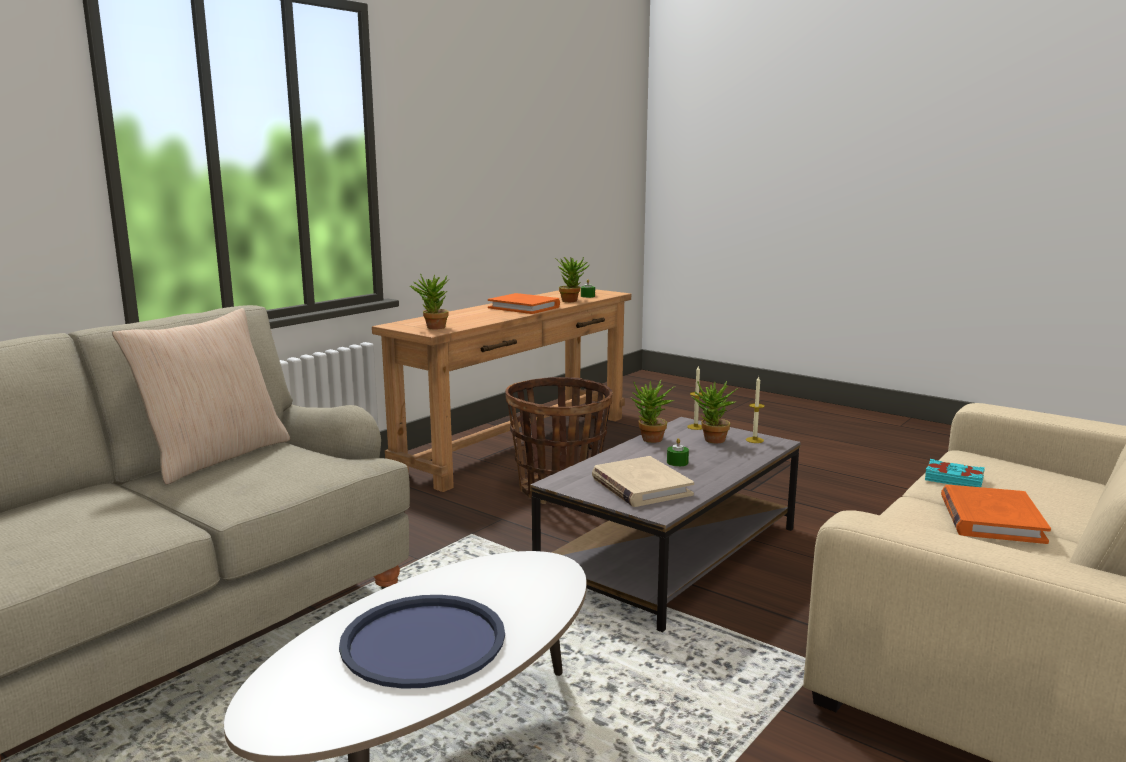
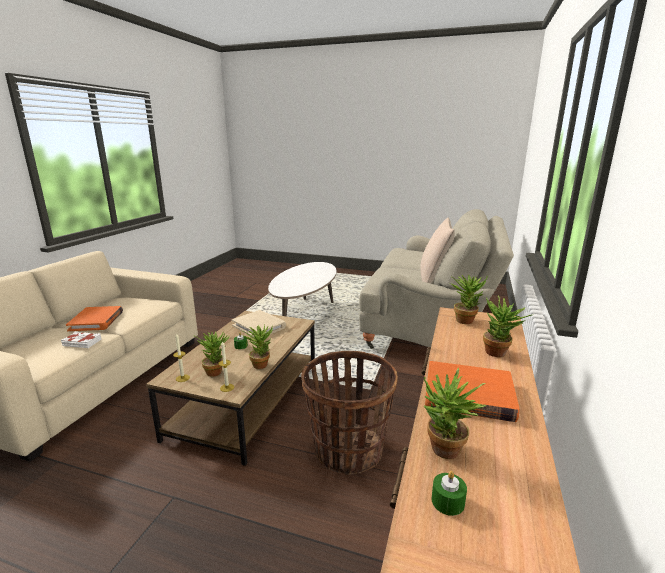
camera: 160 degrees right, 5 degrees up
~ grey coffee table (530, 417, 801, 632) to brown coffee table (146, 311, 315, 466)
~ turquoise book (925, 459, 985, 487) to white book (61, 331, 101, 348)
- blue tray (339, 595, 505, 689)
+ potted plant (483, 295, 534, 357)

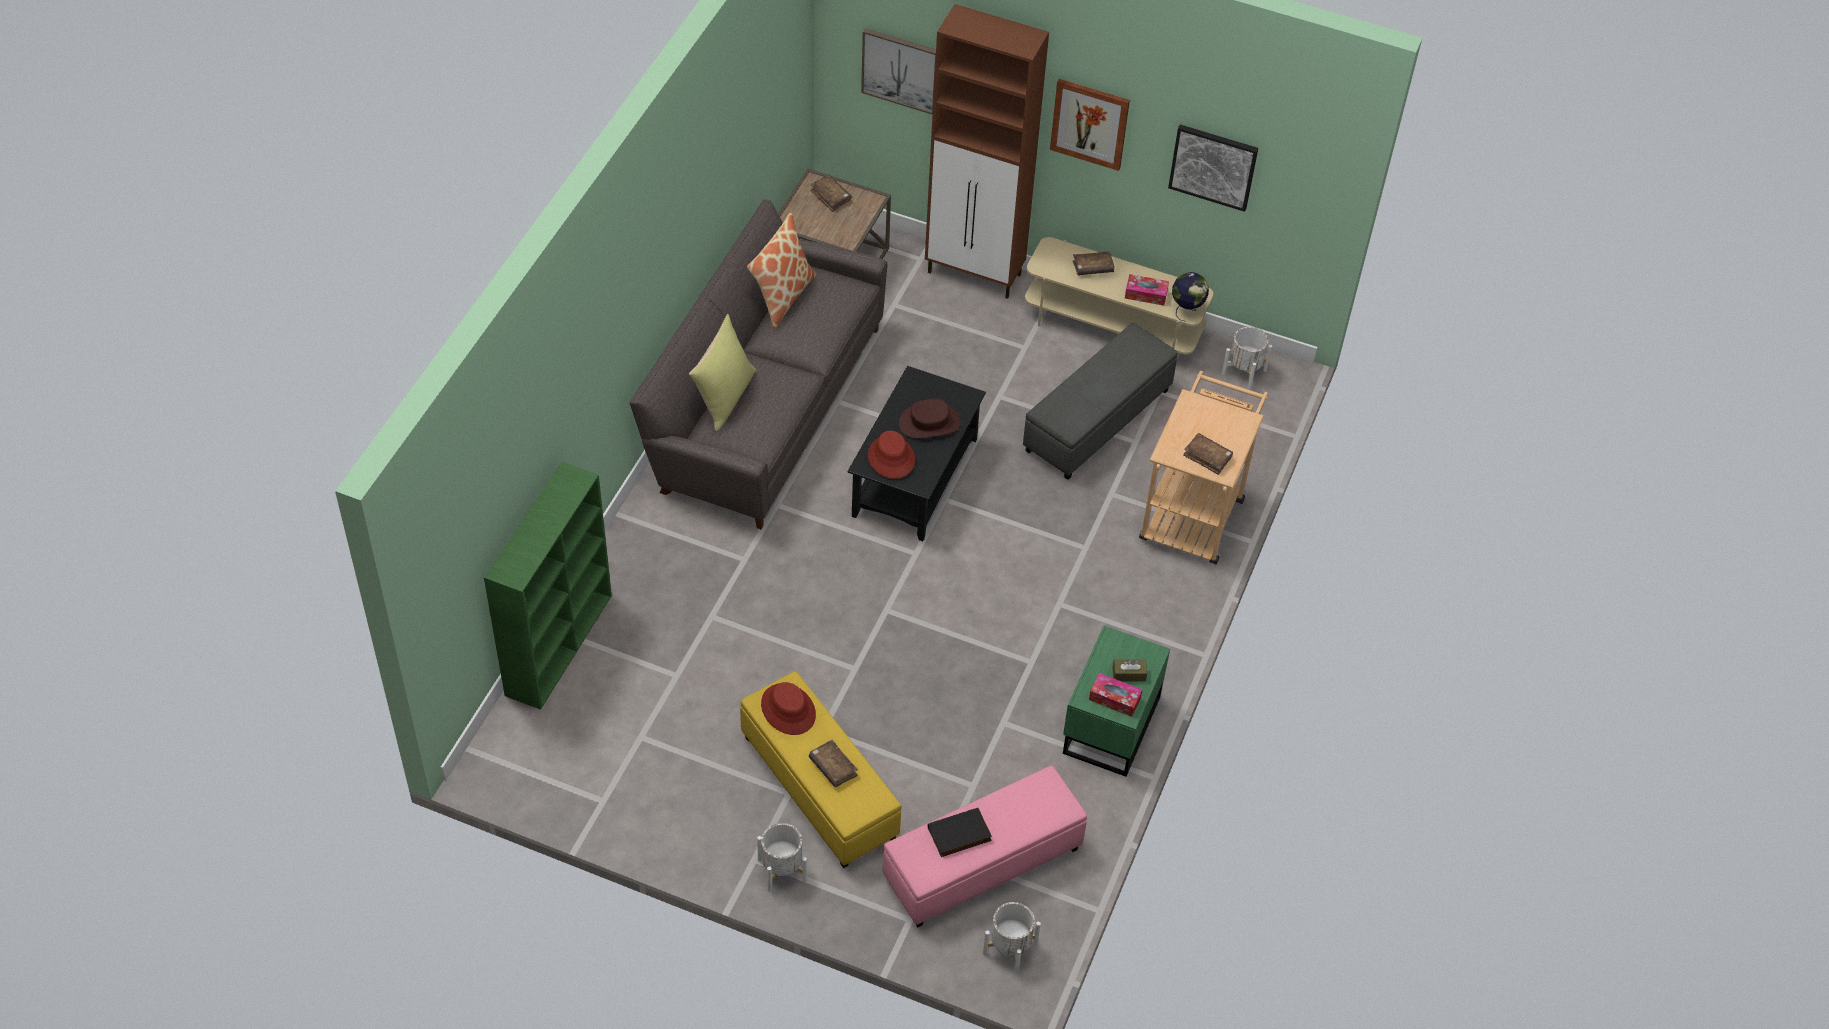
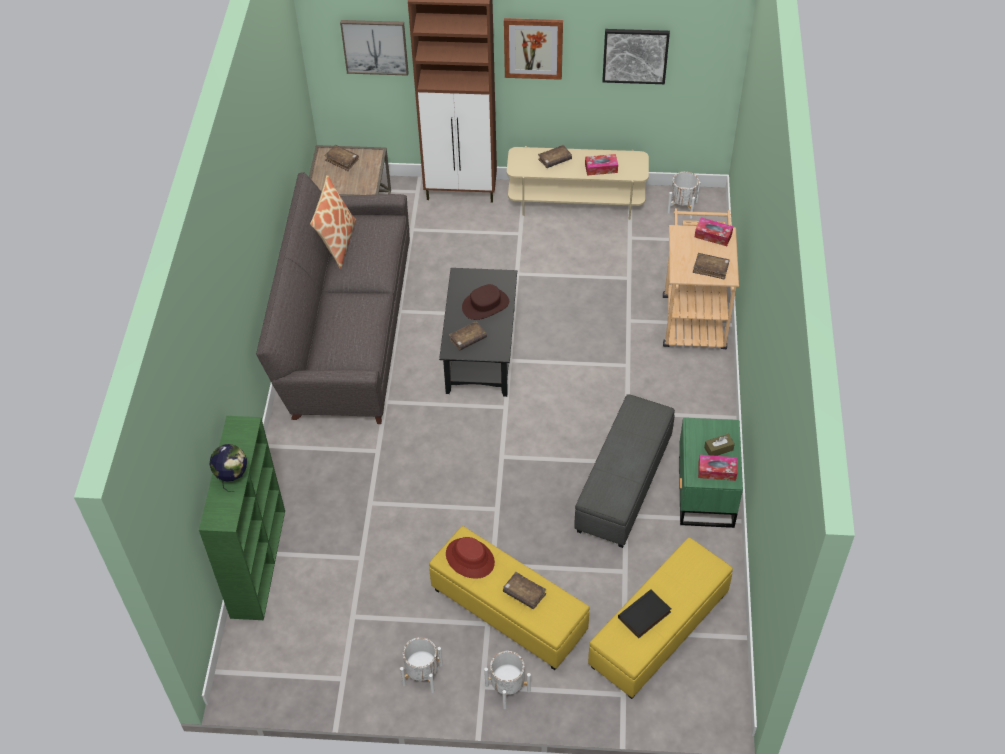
camera: 15 degrees left, 0 degrees up
~ globe (1172, 272, 1209, 322) to (209, 444, 247, 492)
- yellow pillow (689, 314, 756, 431)
~ grey ottoman (1023, 323, 1177, 480) to (574, 394, 675, 548)
~ red hat (868, 431, 915, 479) to brown book (449, 321, 487, 351)
~ pink ottoman (883, 765, 1087, 928) to yellow ottoman (588, 538, 733, 699)
~ white planter (983, 902, 1041, 974) to (400, 637, 443, 693)
+ tissue box (695, 218, 733, 246)

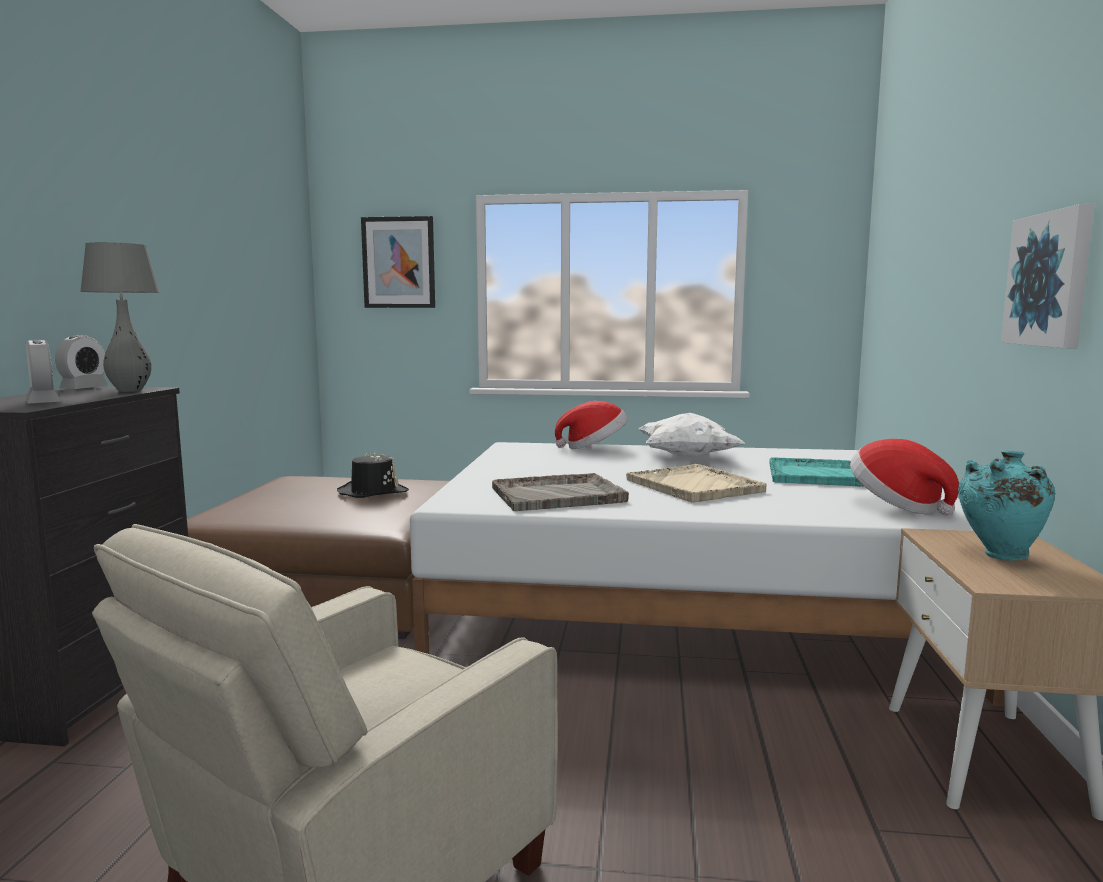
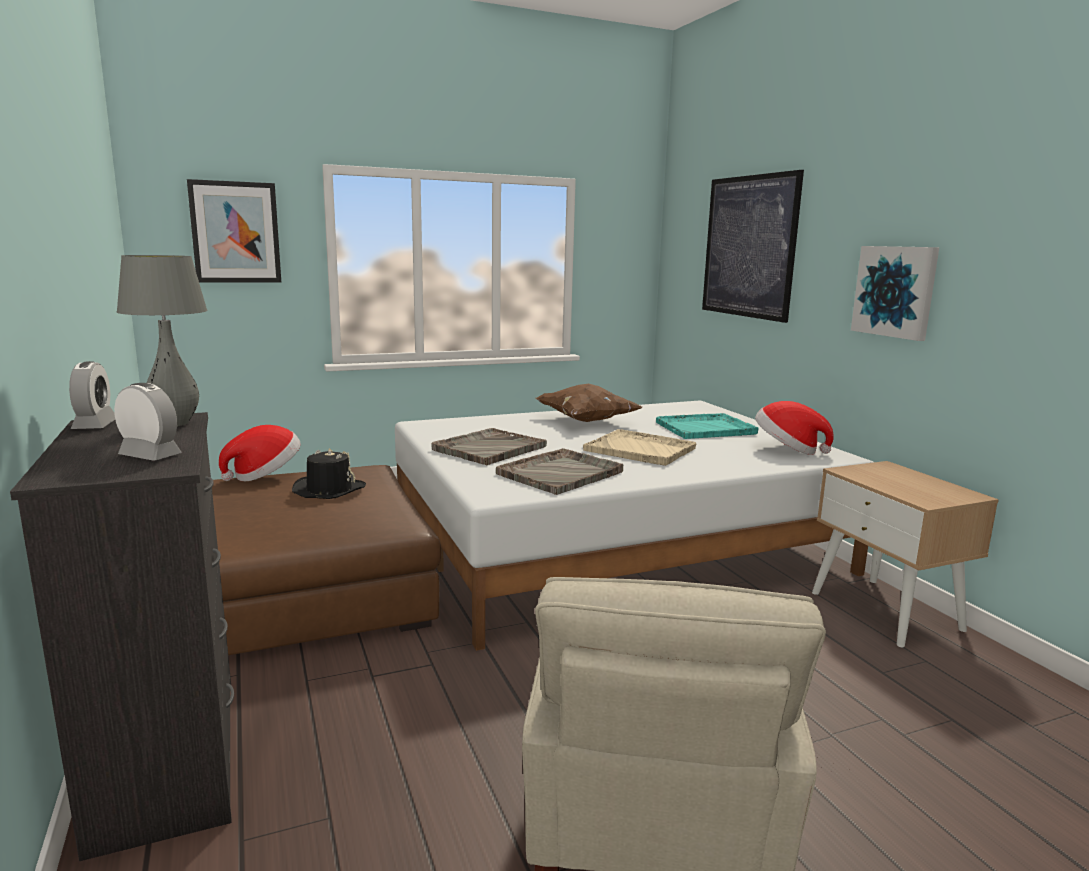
camera: 30 degrees left, 5 degrees up
~ hat (555, 401, 628, 449) to (219, 425, 301, 481)
~ white pillow (639, 413, 744, 458) to brown pillow (536, 384, 643, 422)
- turquoise vase (958, 450, 1056, 561)
+ picture (702, 170, 804, 323)
+ grey tray (431, 428, 547, 465)

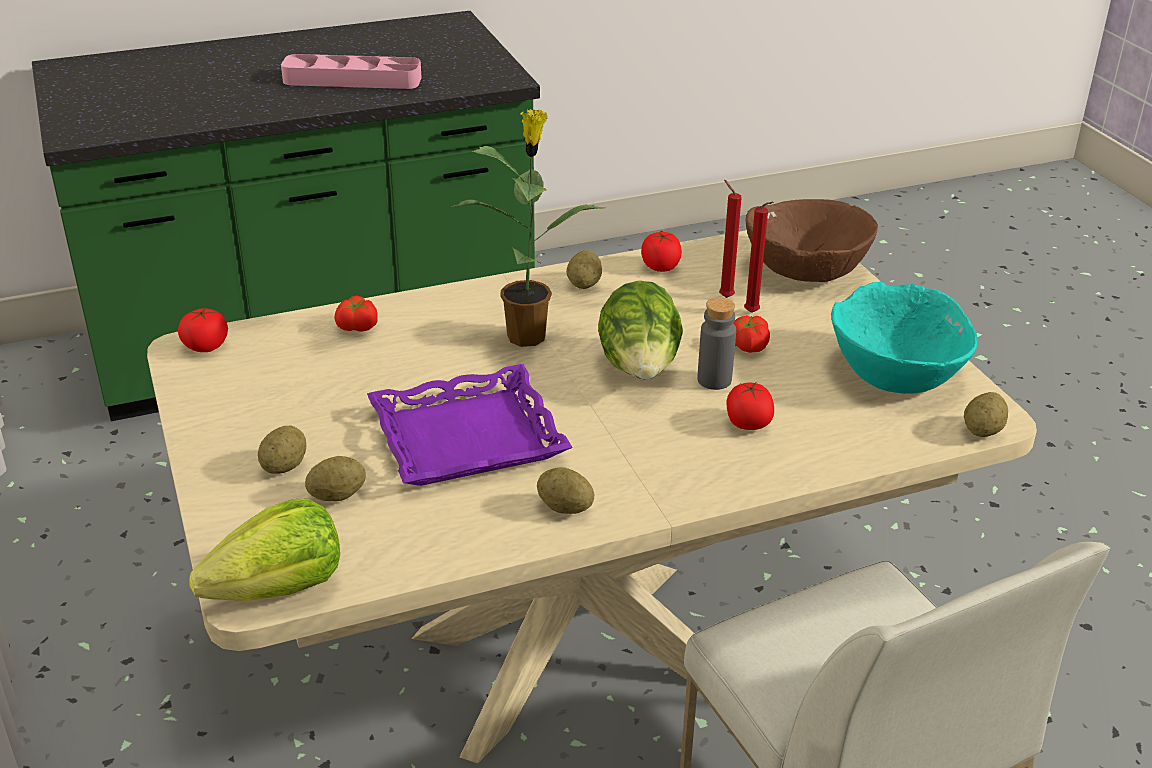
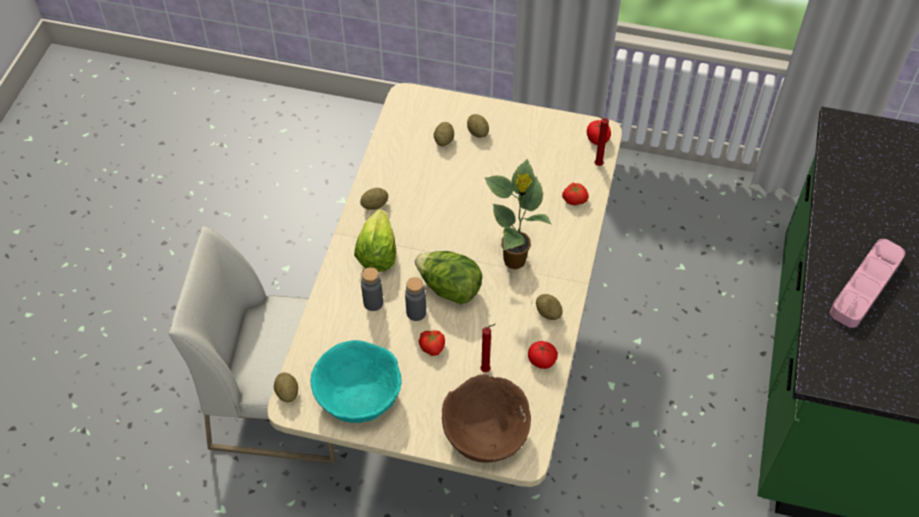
camera: 125 degrees right, 20 degrees up
~ red candle (744, 202, 774, 313) to (594, 116, 609, 166)
- purple tray (367, 364, 573, 486)
~ tomato (726, 382, 774, 430) to grey bottle (361, 267, 383, 311)
~ lettuce (189, 499, 340, 601) to (354, 209, 397, 272)

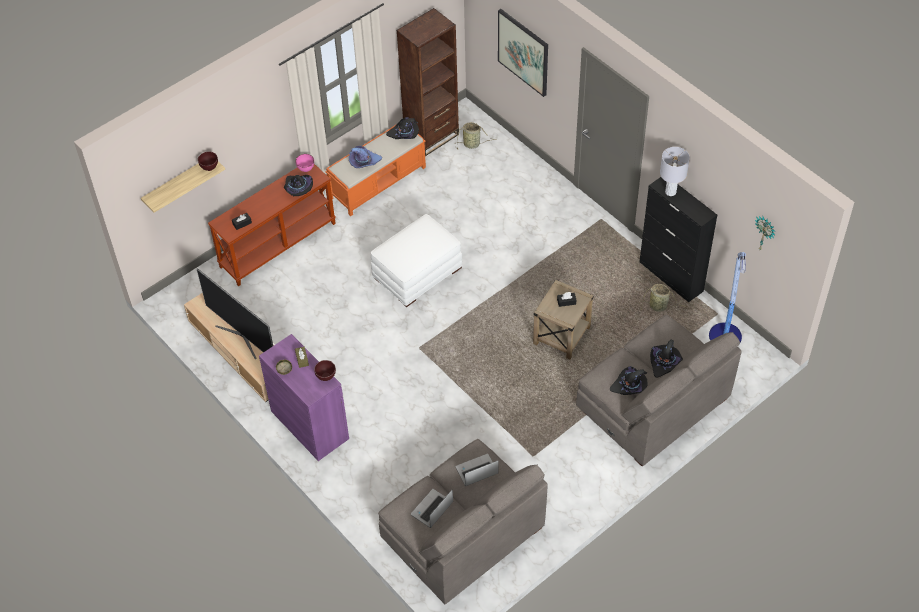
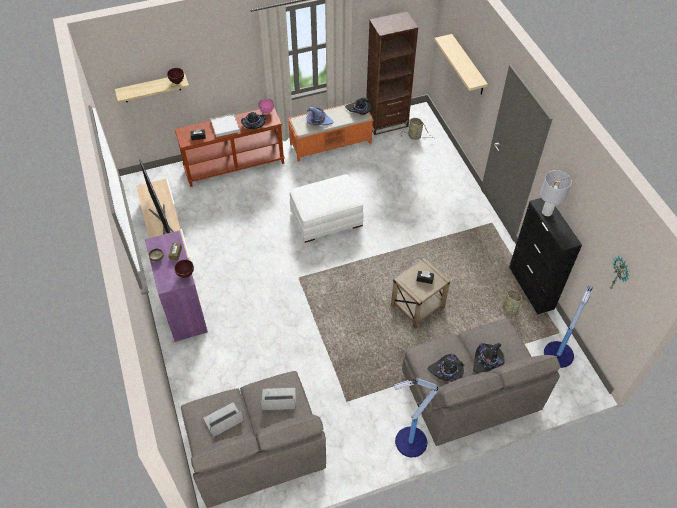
camera: 20 degrees right, 0 degrees up
~ picture (498, 9, 548, 97) to beige shelf (434, 34, 488, 95)
+ white tray (211, 113, 240, 137)
+ floor lamp (394, 378, 438, 457)

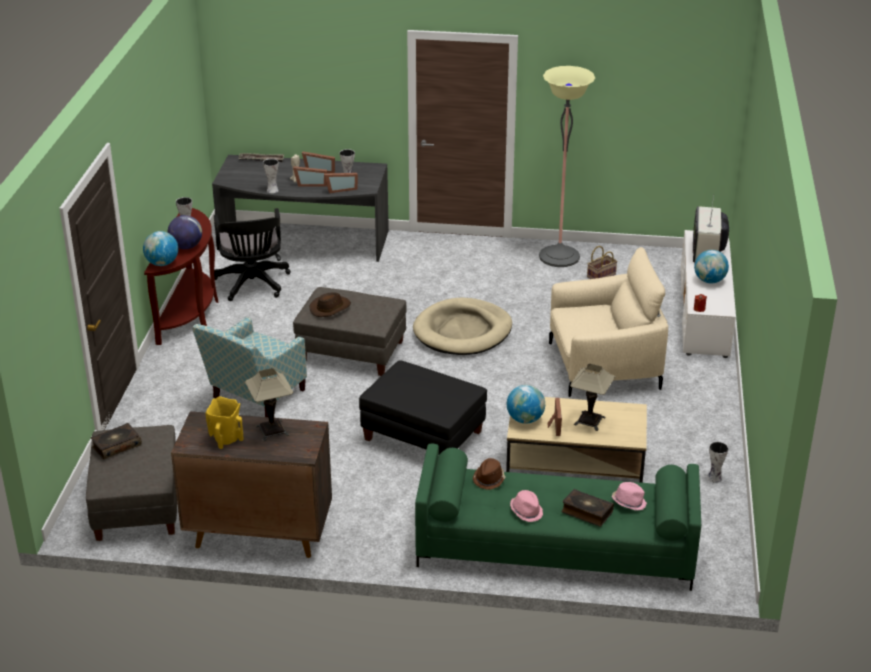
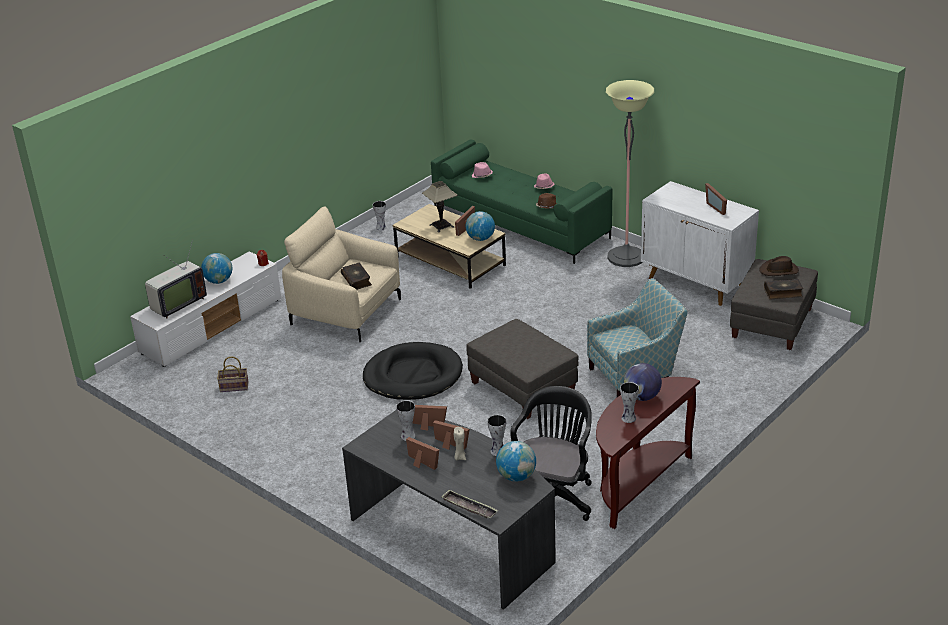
camera: 145 degrees left, 0 degrees up
~ floor lamp (539, 66, 595, 267) to (606, 80, 654, 267)
~ globe (143, 231, 178, 266) to (496, 441, 536, 482)
~ brown hat (310, 292, 351, 317) to (759, 256, 799, 276)
~ beige dog bed (413, 298, 512, 355) to black dog bed (363, 342, 463, 400)
- black ottoman (359, 360, 487, 455)
- table lamp (245, 368, 293, 441)
~ yellow vase (206, 396, 243, 449) to picture frame (705, 183, 727, 215)
~ brown cabinet (171, 411, 332, 558) to white cabinet (641, 181, 759, 306)
~ book (562, 489, 614, 527) to (341, 263, 372, 290)

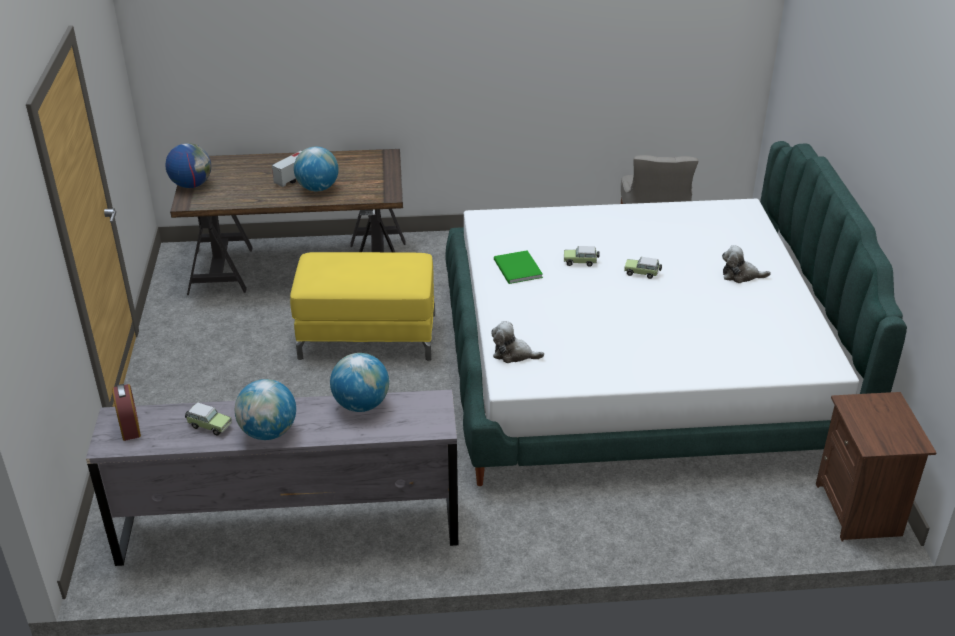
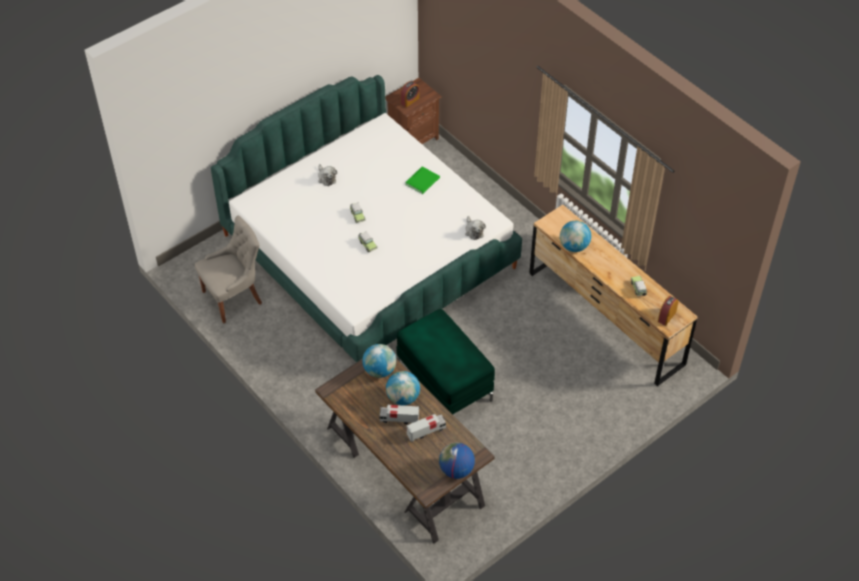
camera: 125 degrees left, 15 degrees up
~ green book (494, 250, 543, 284) to (405, 166, 440, 194)
~ yellow ottoman (290, 252, 435, 361) to green ottoman (396, 309, 495, 414)
~ globe (235, 379, 296, 440) to (362, 344, 396, 378)
~ grey dresser (86, 390, 458, 566) to brown dresser (529, 205, 698, 386)
+ alarm clock (400, 81, 419, 107)
+ toy truck (406, 414, 446, 442)

